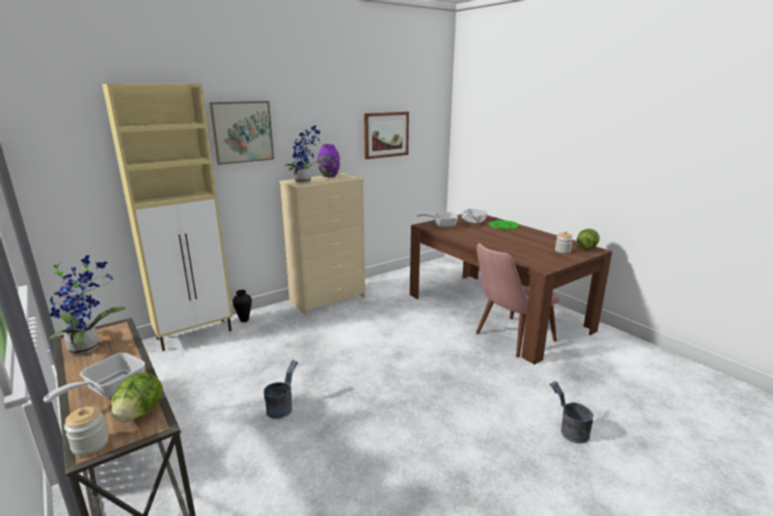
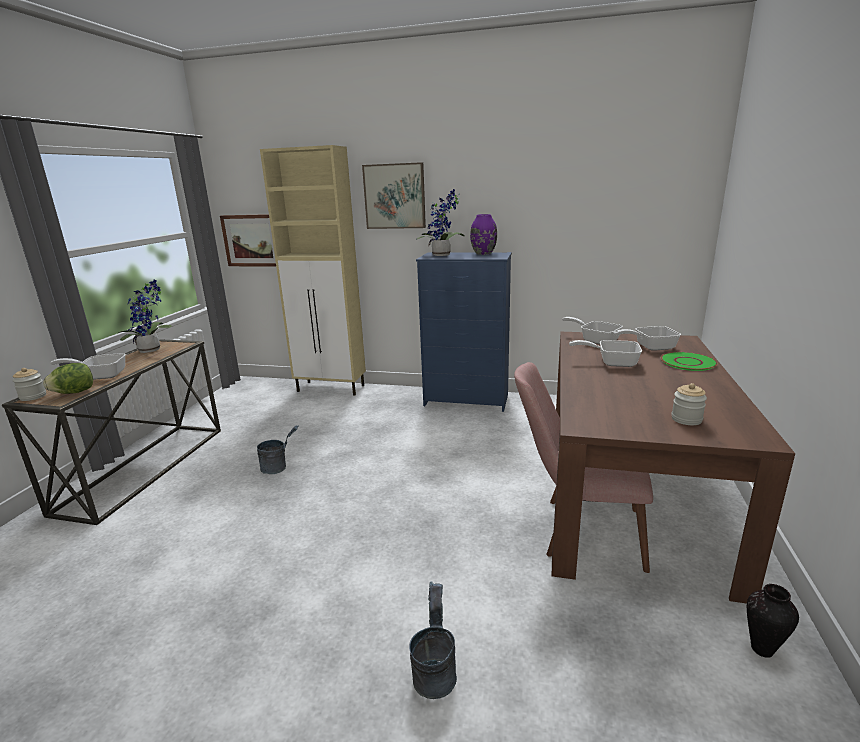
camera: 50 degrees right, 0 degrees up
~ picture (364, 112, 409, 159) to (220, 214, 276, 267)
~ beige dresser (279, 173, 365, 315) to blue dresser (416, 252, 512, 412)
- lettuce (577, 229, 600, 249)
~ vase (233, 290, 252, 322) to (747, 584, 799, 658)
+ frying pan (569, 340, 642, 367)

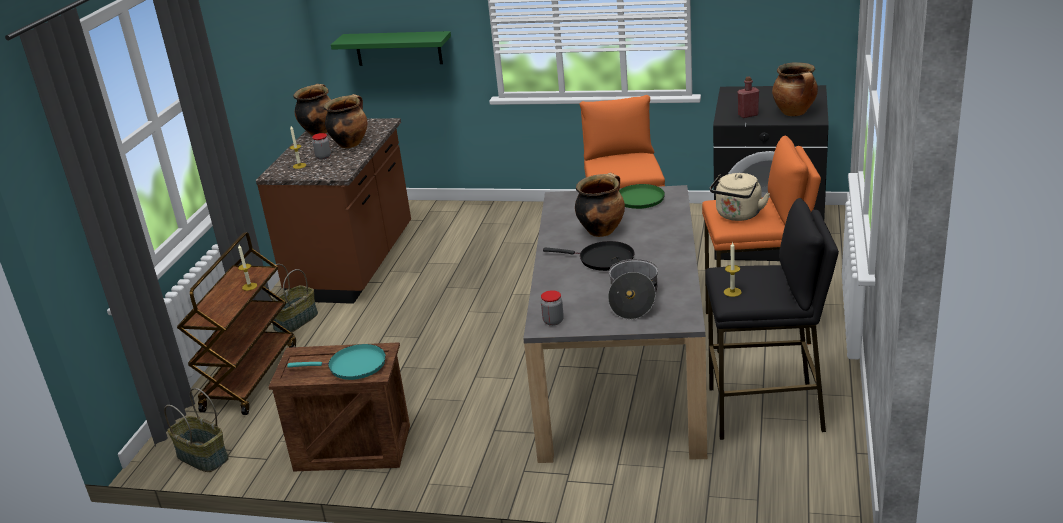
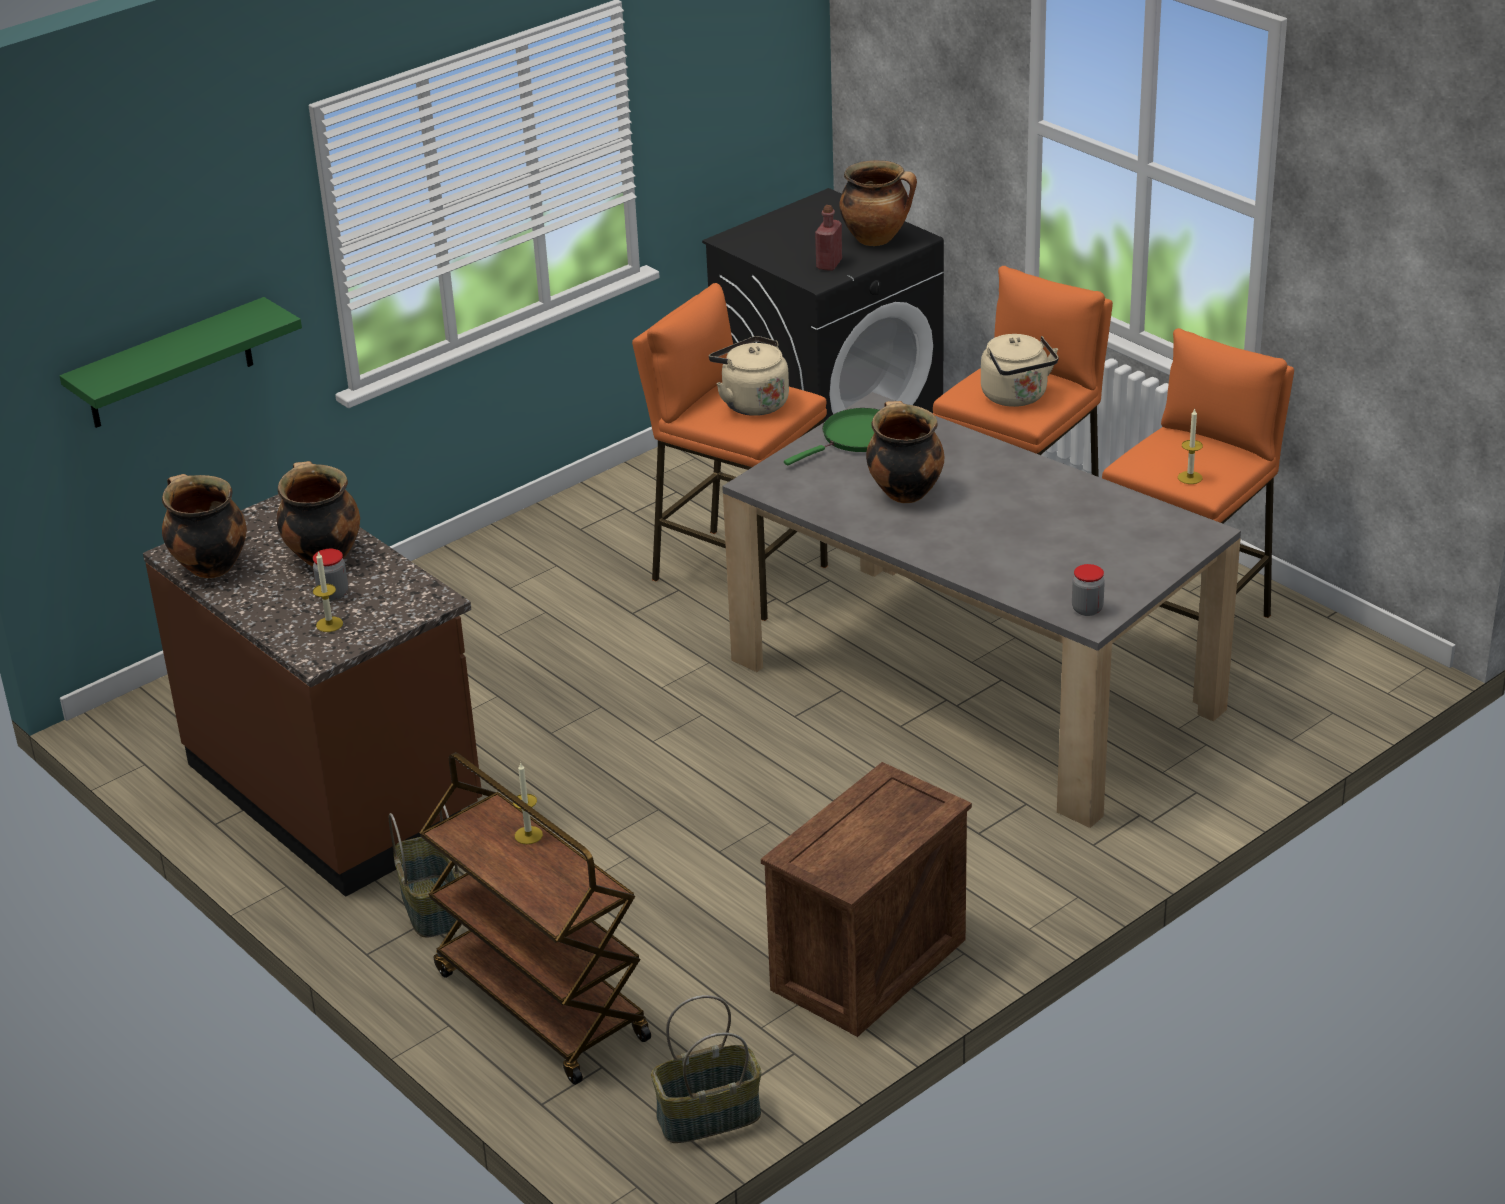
camera: 55 degrees left, 5 degrees up
~ black stool (705, 198, 839, 440) to orange stool (1102, 328, 1294, 620)
- black frying pan (543, 241, 634, 271)
- cooking pot (608, 257, 658, 320)
- turquoise frying pan (287, 344, 386, 380)
+ beige kettle (709, 336, 789, 416)

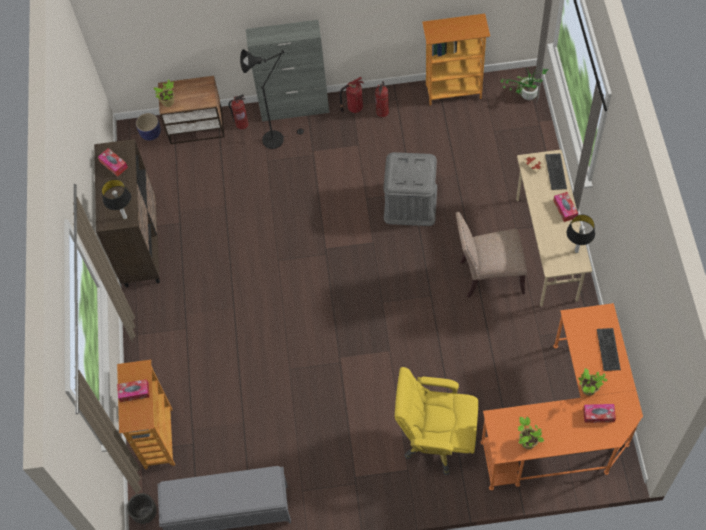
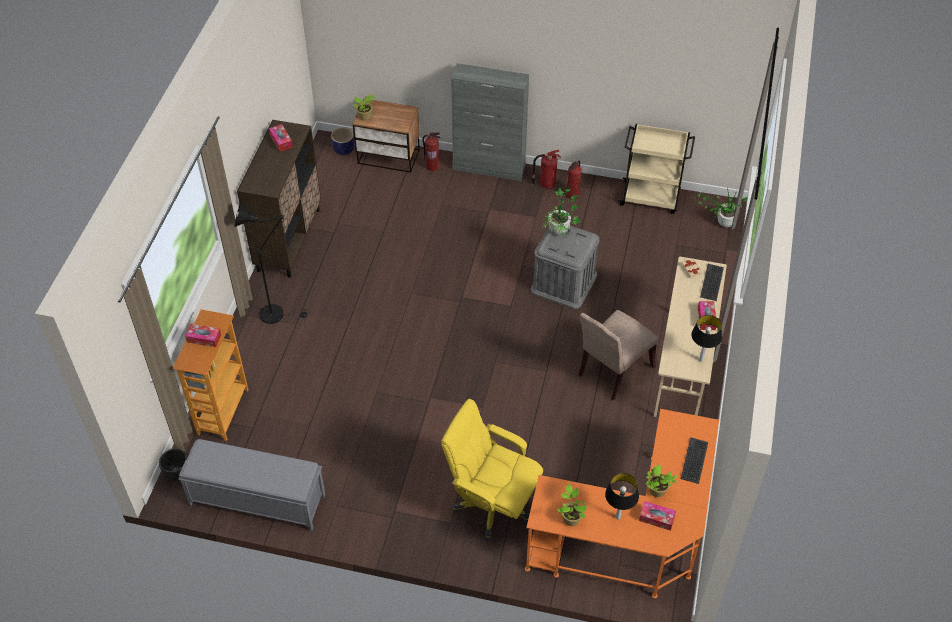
camera: 15 degrees right, 10 degrees down
~ bookcase (422, 14, 490, 106) to beige cart (618, 124, 695, 214)
~ black floor lamp (240, 49, 304, 149) to (234, 202, 310, 324)
~ table lamp (102, 179, 131, 219) to (605, 473, 639, 520)
~ beige chair (456, 212, 527, 298) = (578, 310, 659, 400) 60 degrees counterclockwise
+ potted plant (543, 188, 581, 235)

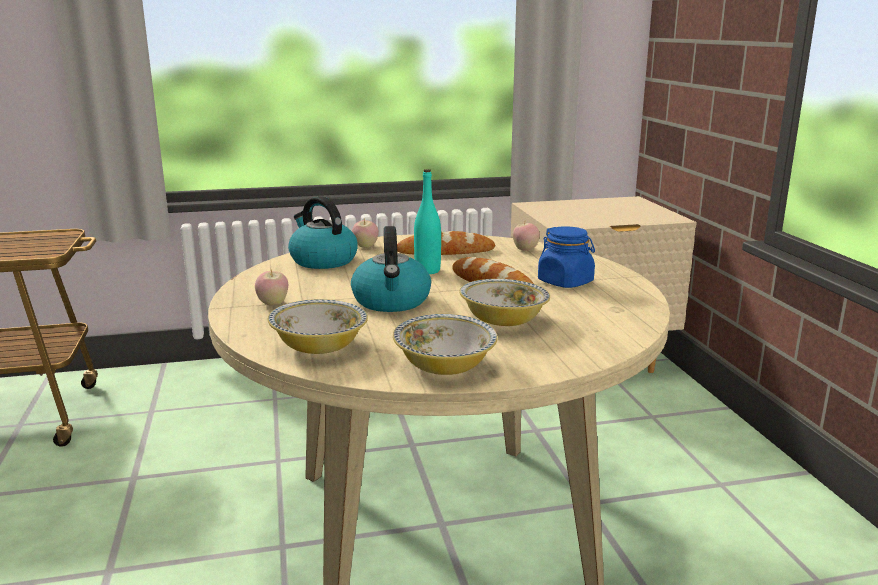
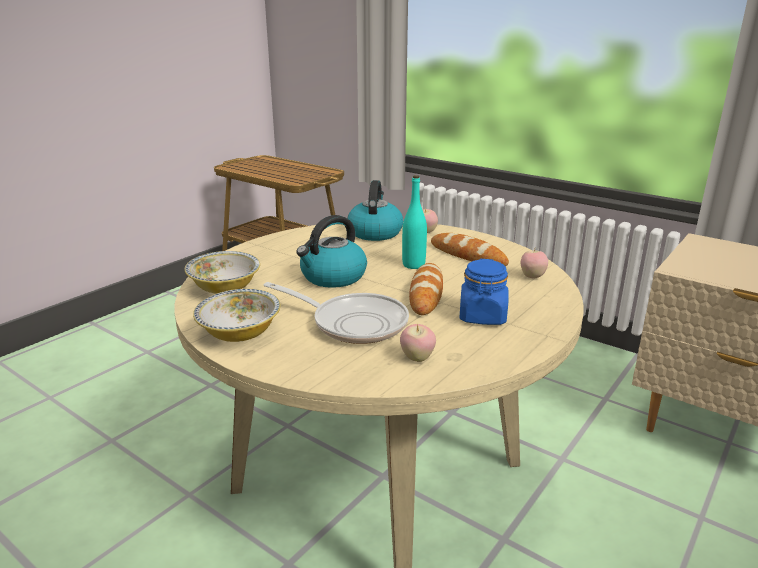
camera: 50 degrees right, 5 degrees up
~ apple (255, 270, 288, 305) to (400, 323, 436, 362)
~ bowl (459, 279, 550, 326) to frying pan (264, 282, 409, 344)

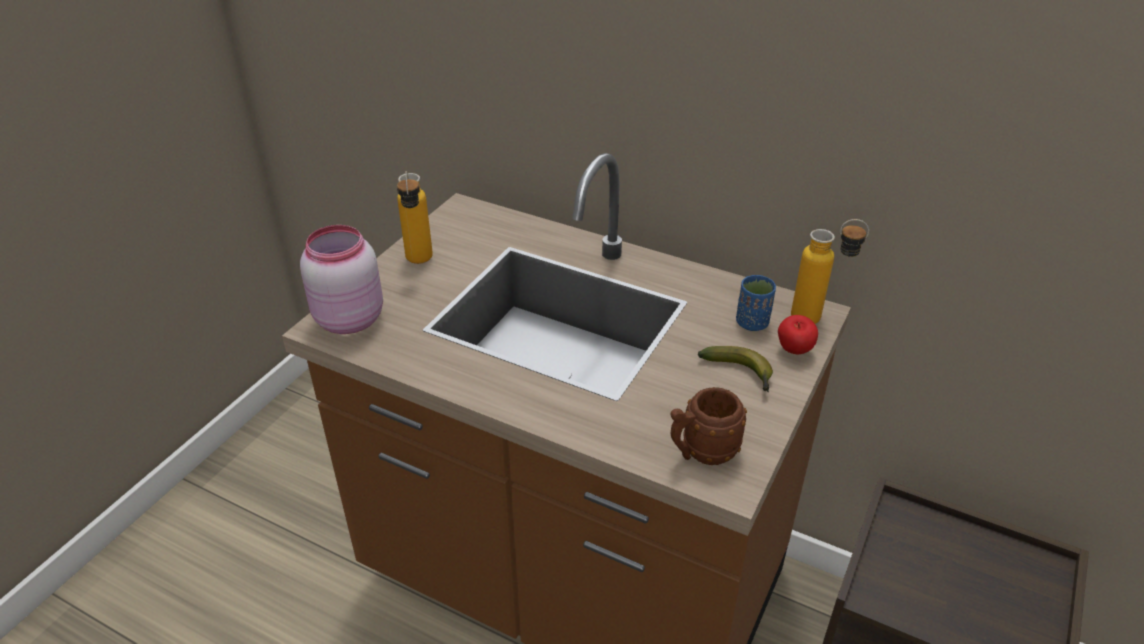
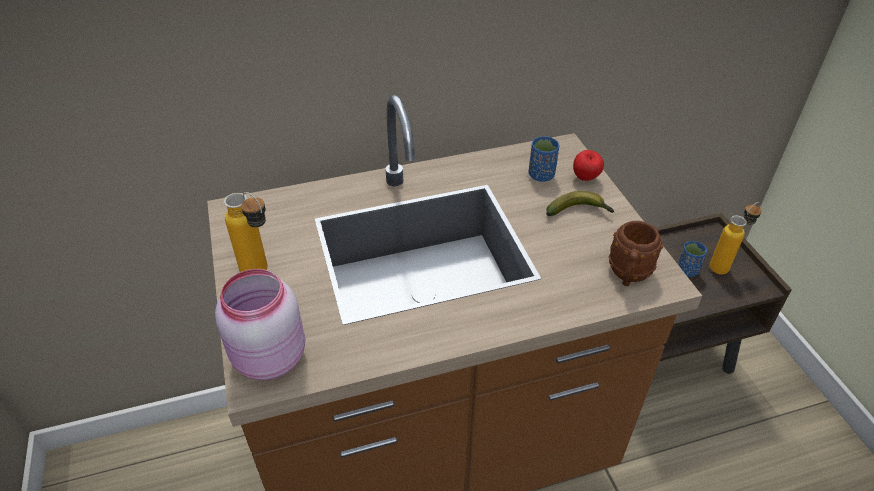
camera: 45 degrees left, 5 degrees up
~ bottle (791, 219, 869, 324) to (709, 202, 762, 275)
+ blue cup (678, 241, 707, 277)

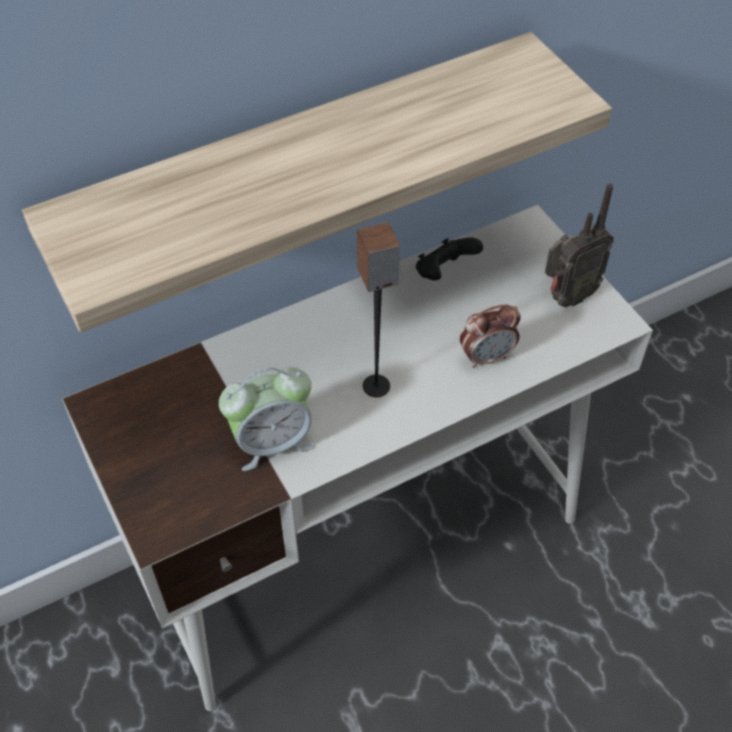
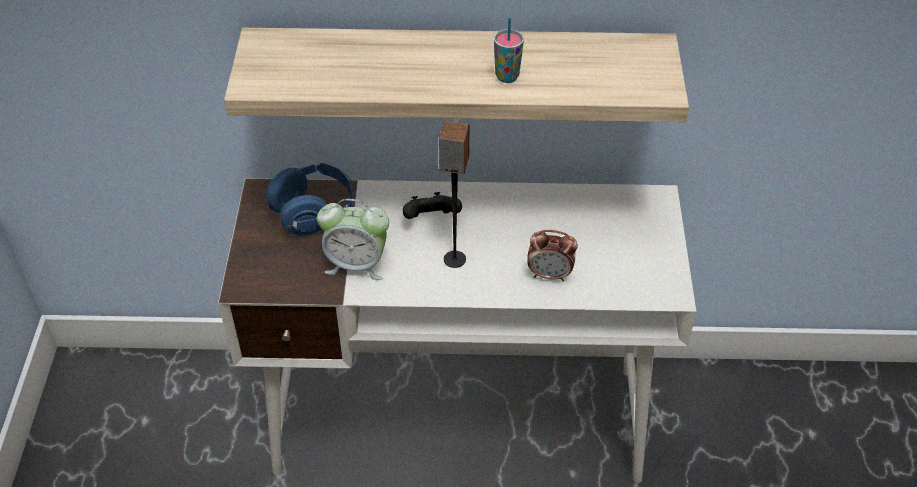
camera: 30 degrees right, 5 degrees down
- radio (545, 184, 614, 307)
~ black game controller (416, 238, 483, 280) to (403, 192, 462, 219)
+ cup (494, 18, 524, 83)
+ blue headphones (266, 163, 355, 236)

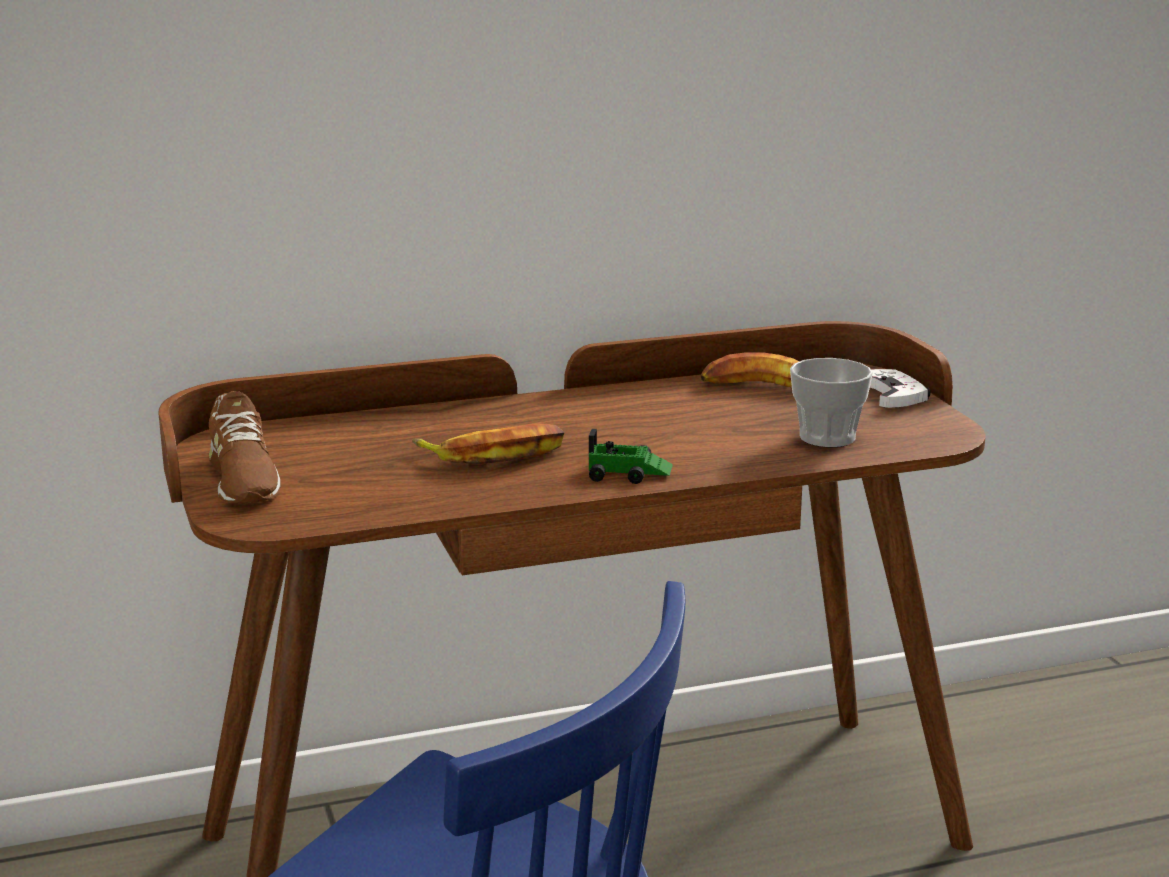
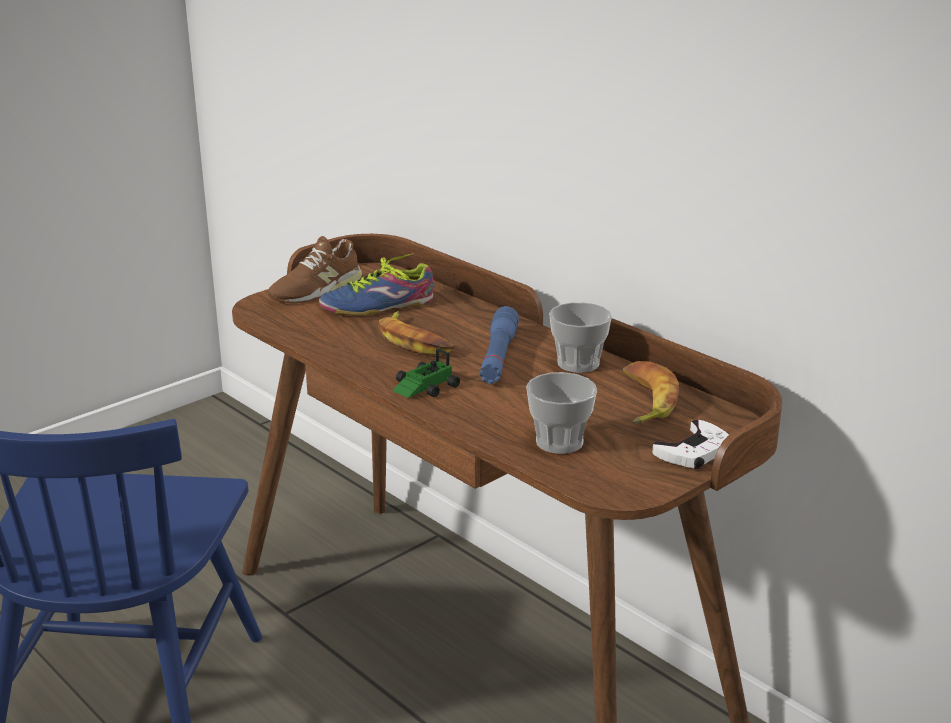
camera: 65 degrees right, 5 degrees up
~ toy car (589, 429, 673, 484) = (393, 349, 460, 398) 60 degrees clockwise
+ shoe (319, 253, 434, 316)
+ cup (549, 302, 612, 373)
+ blue flashlight (480, 306, 519, 384)

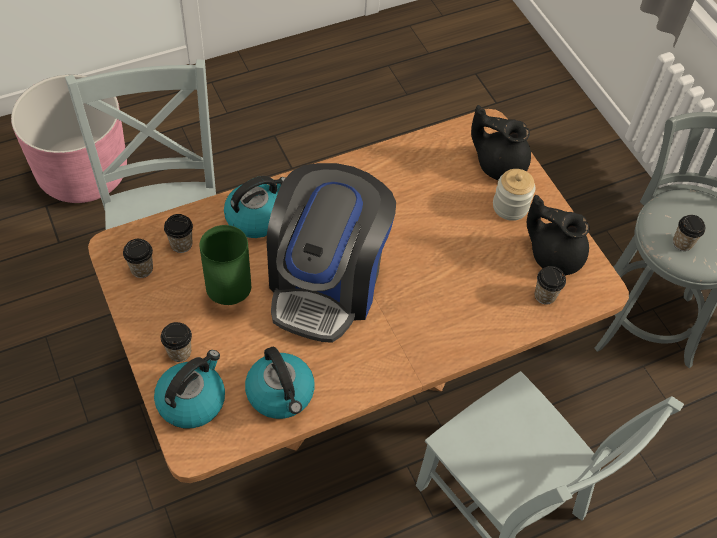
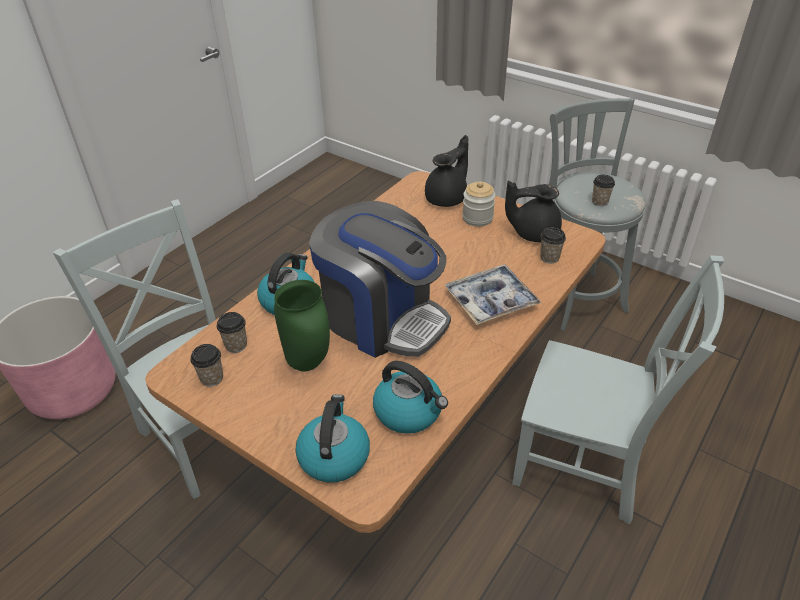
camera: 25 degrees left, 15 degrees down
~ black teapot (471, 105, 531, 180) = (425, 135, 468, 207) 135 degrees clockwise
~ coffee machine (267, 163, 396, 343) = (309, 201, 451, 358) 45 degrees counterclockwise
- cup (161, 322, 192, 362)
+ tray (445, 264, 541, 325)

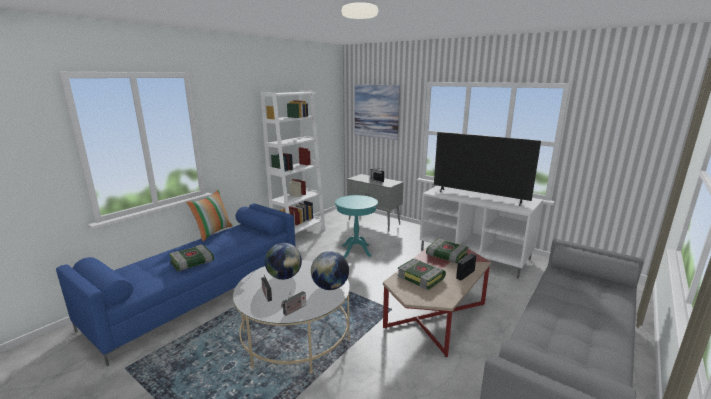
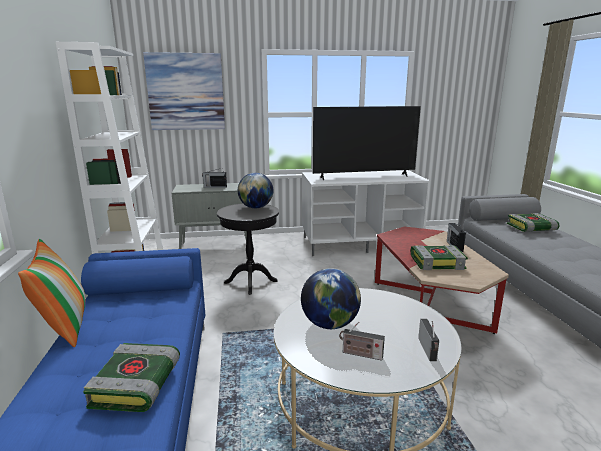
camera: 45 degrees left, 0 degrees up
~ turquoise side table (335, 195, 378, 258) to black side table (217, 203, 279, 295)
~ book (426, 239, 468, 263) to (507, 213, 559, 232)
~ globe (311, 251, 349, 290) to (238, 173, 273, 208)

